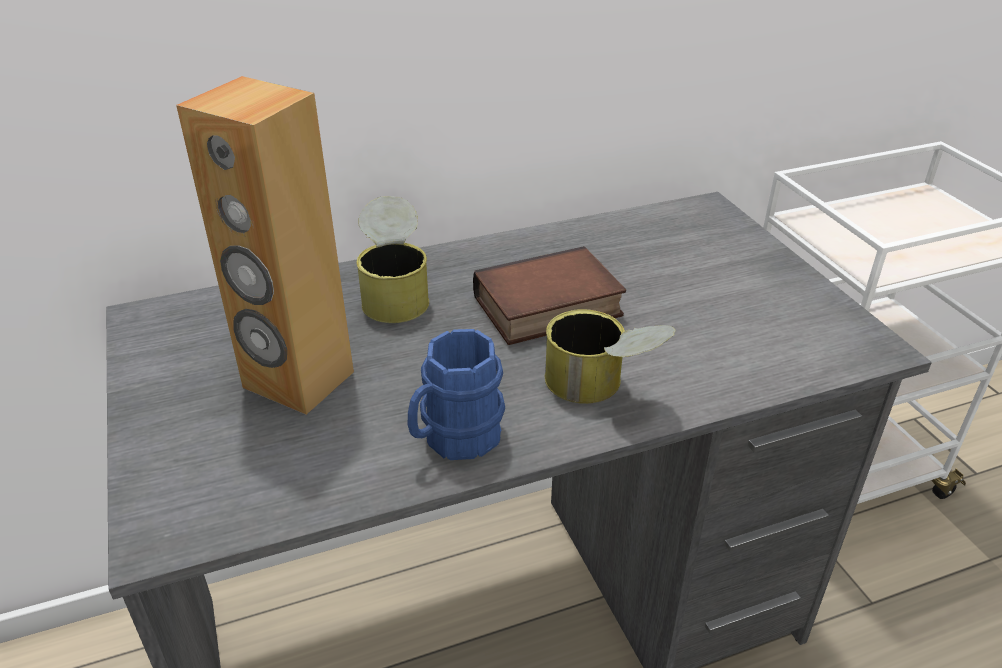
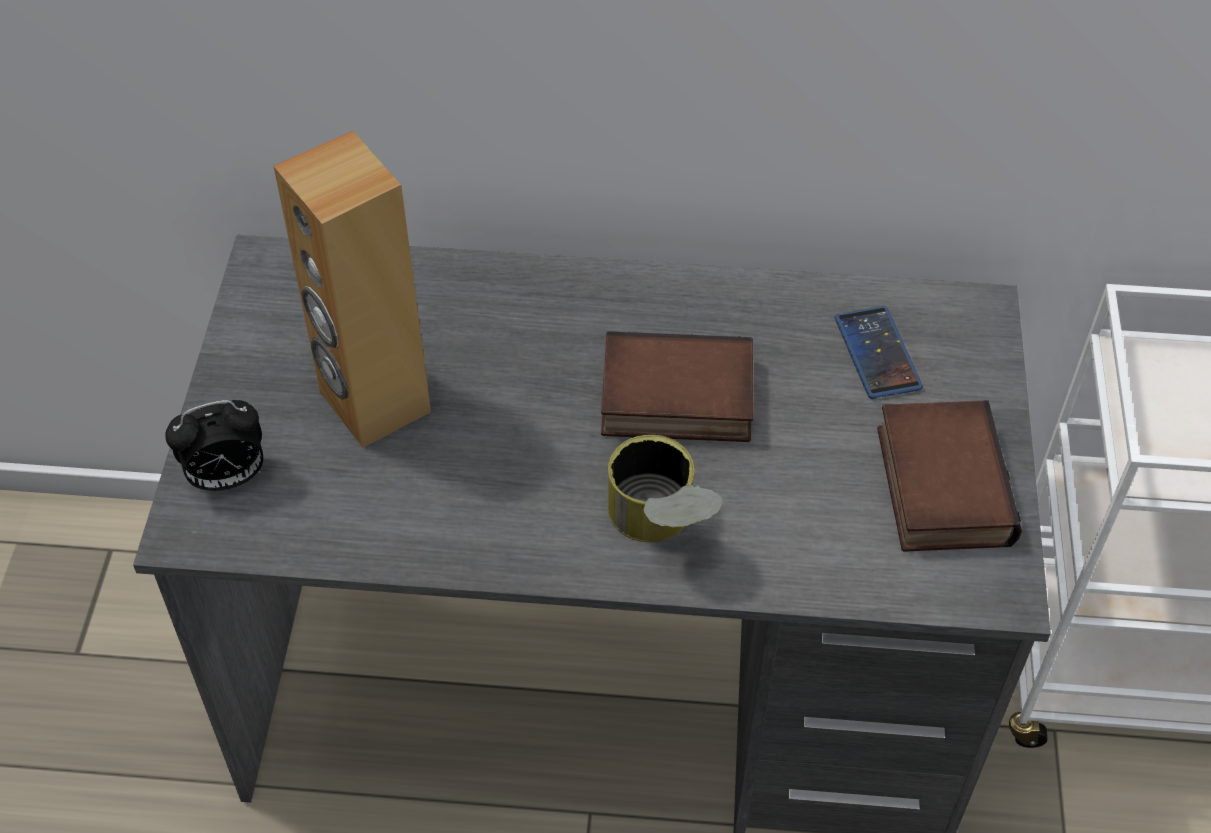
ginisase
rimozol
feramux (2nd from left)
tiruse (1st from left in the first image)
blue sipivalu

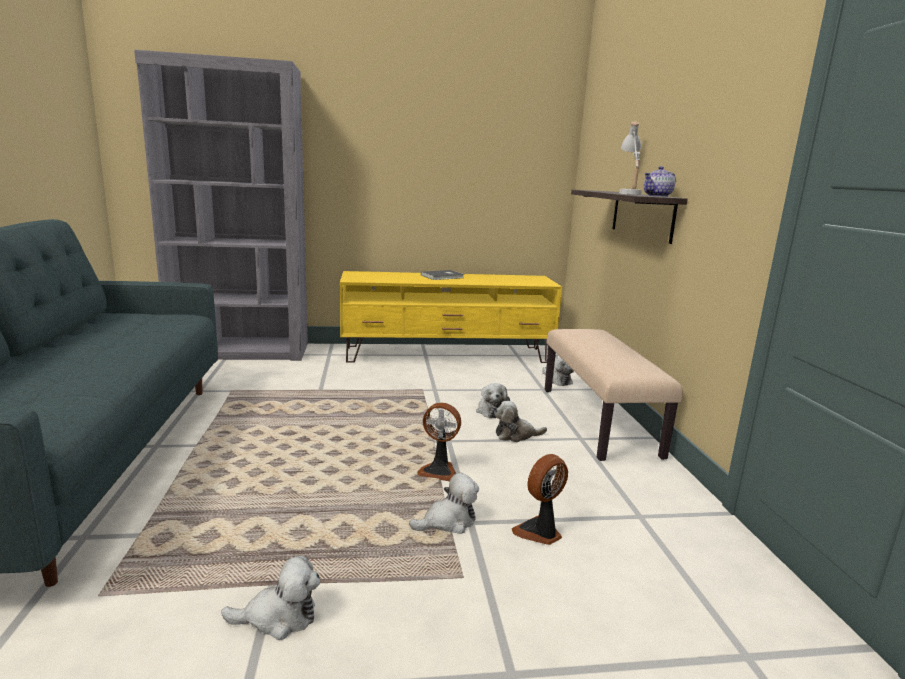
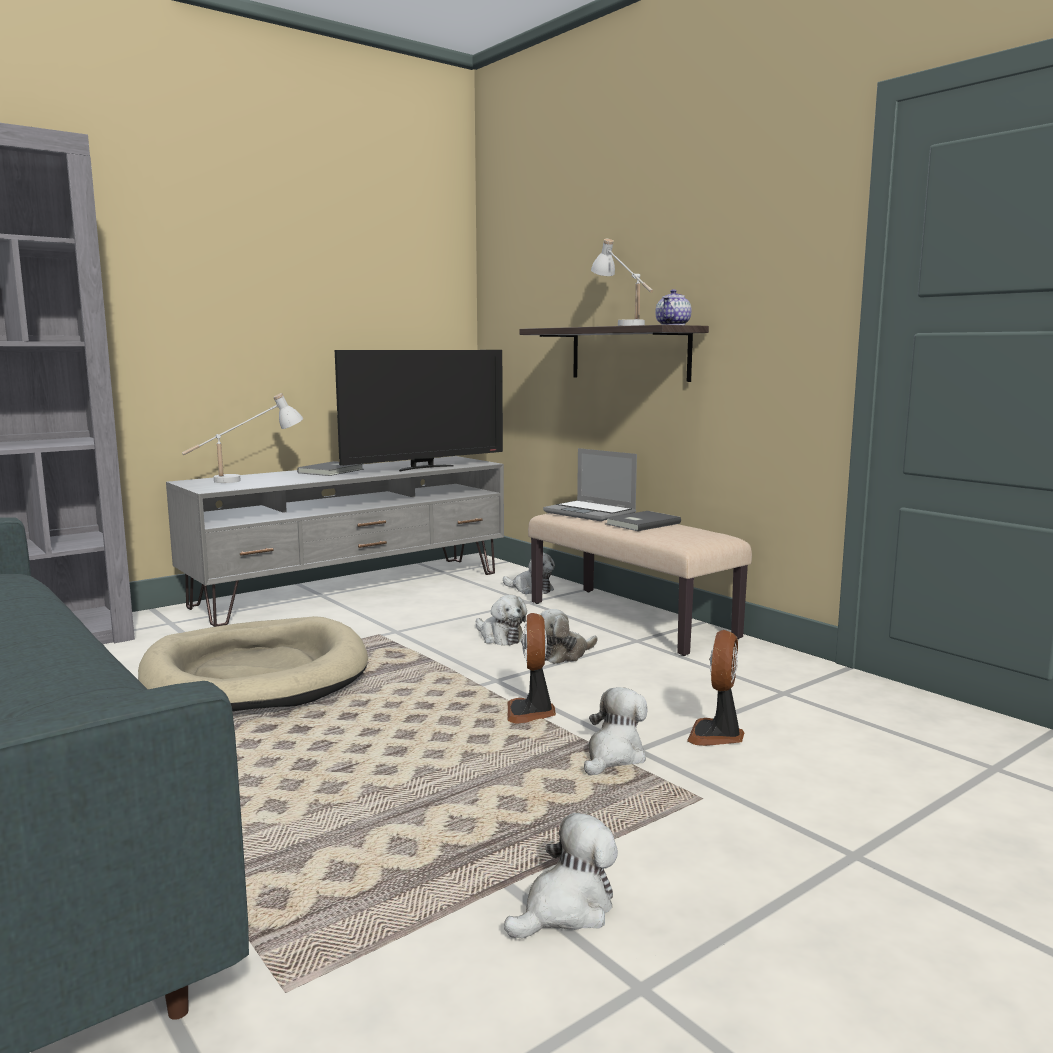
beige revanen
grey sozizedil
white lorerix (1st from left)
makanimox
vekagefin (1st from left)
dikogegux
grey feramux (2nd from left)

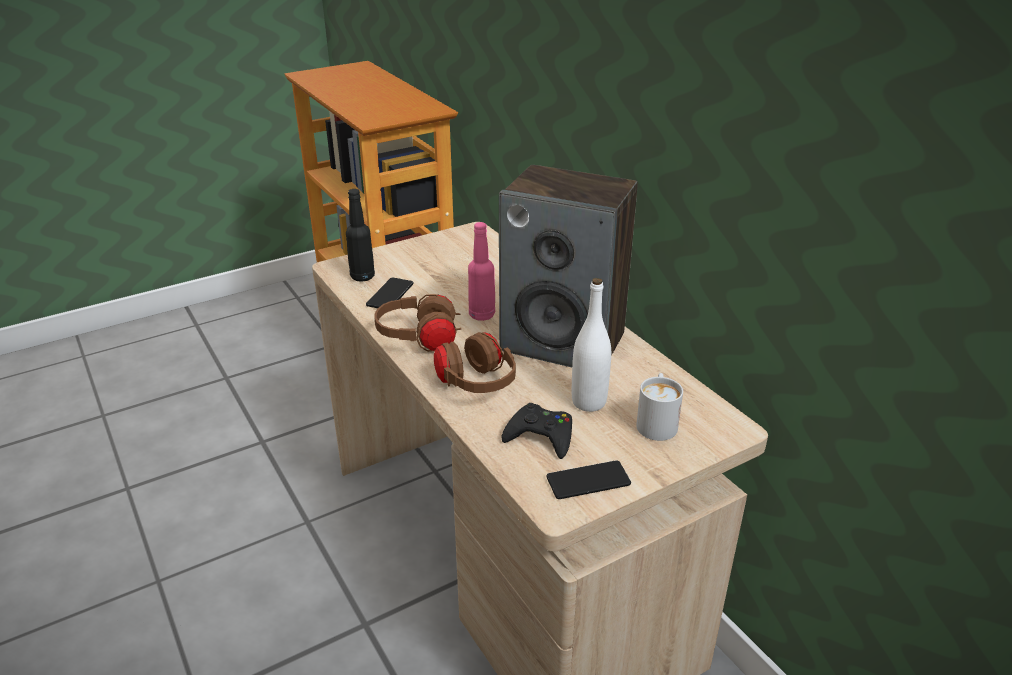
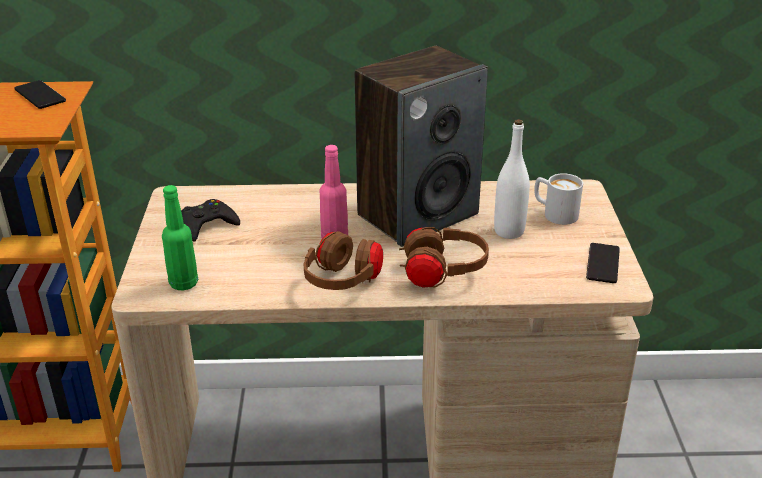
rimozol (1st from left)
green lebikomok
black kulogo

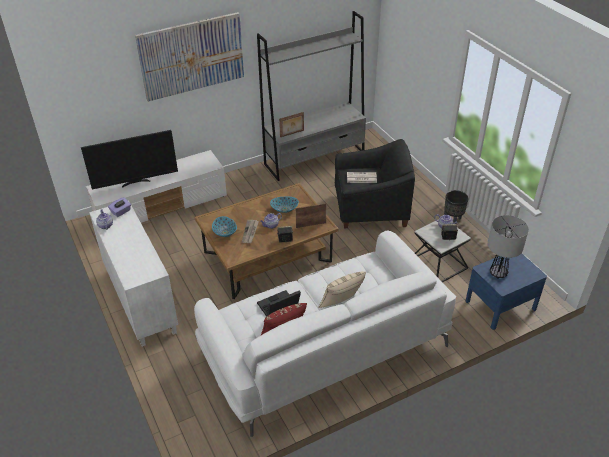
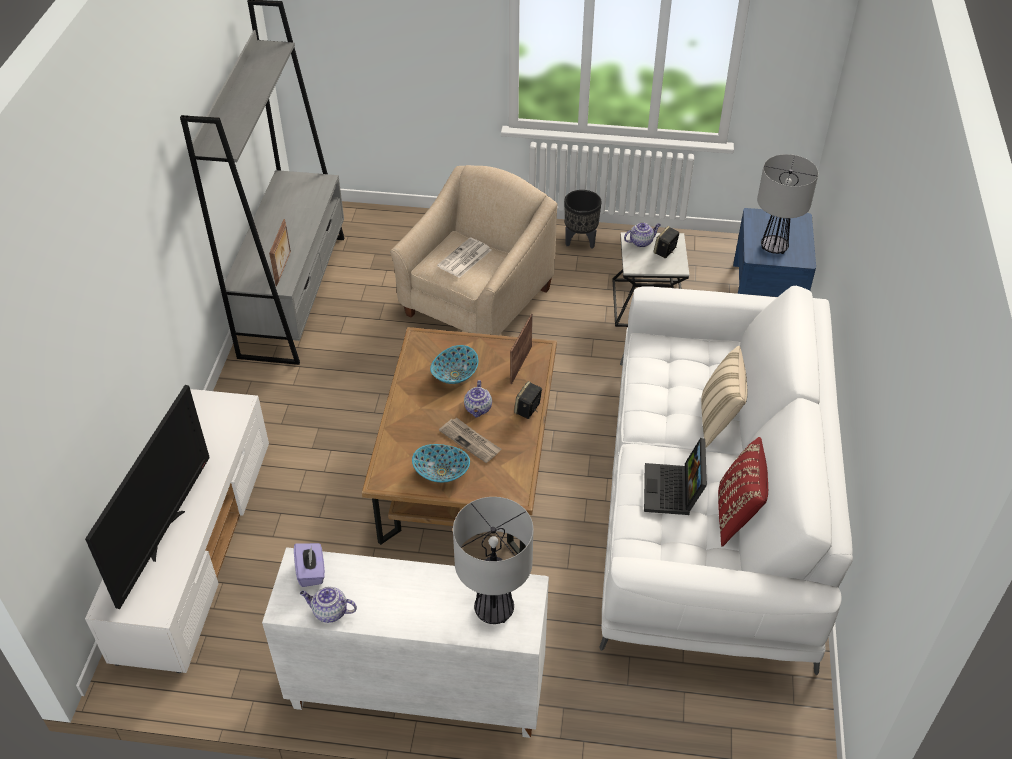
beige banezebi
lorerix (1st from left)
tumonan

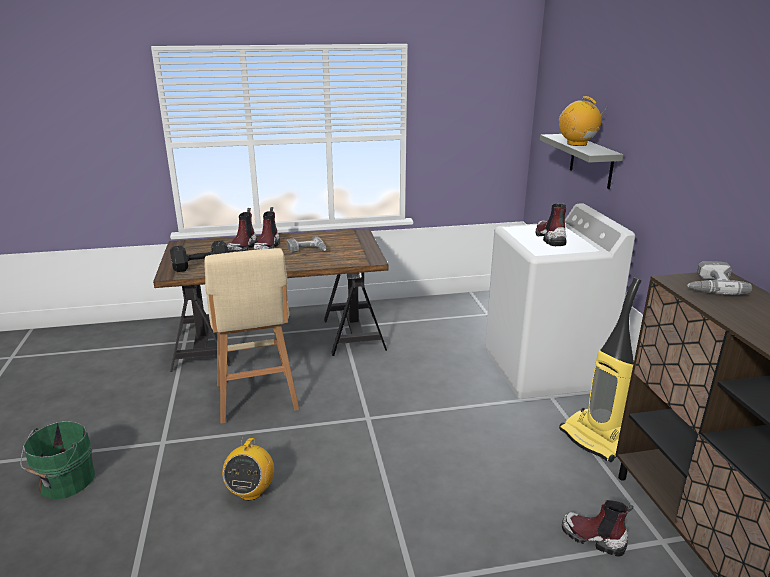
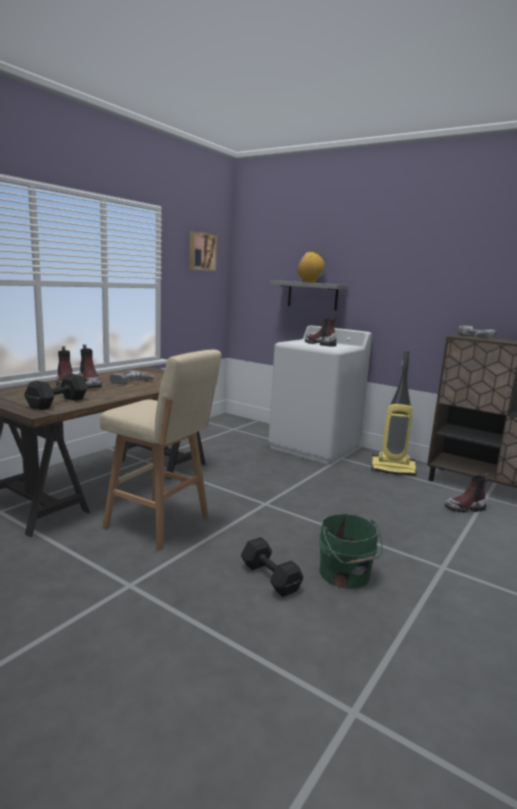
tumonan
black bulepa (2nd from left)
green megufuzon

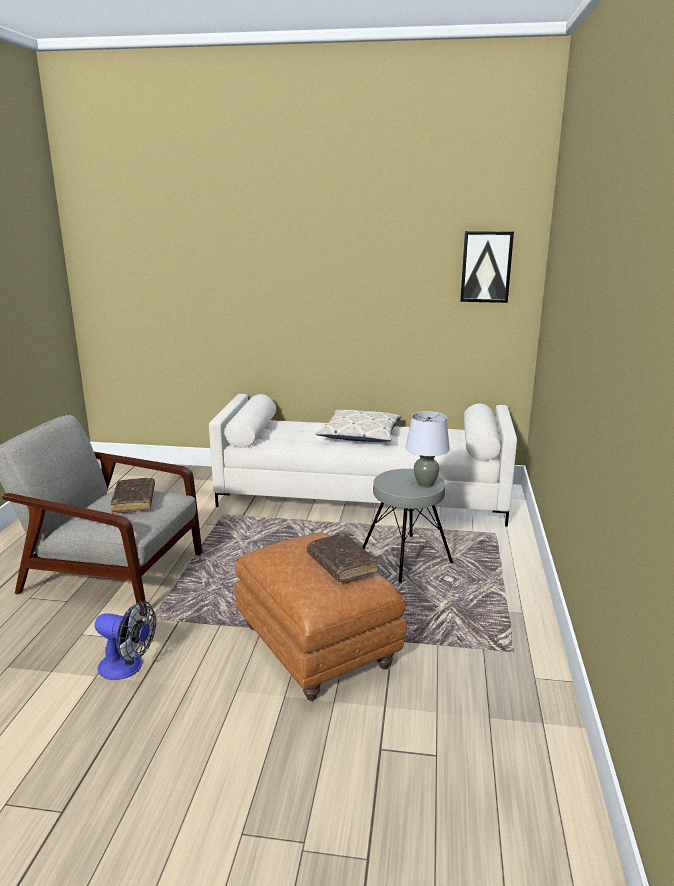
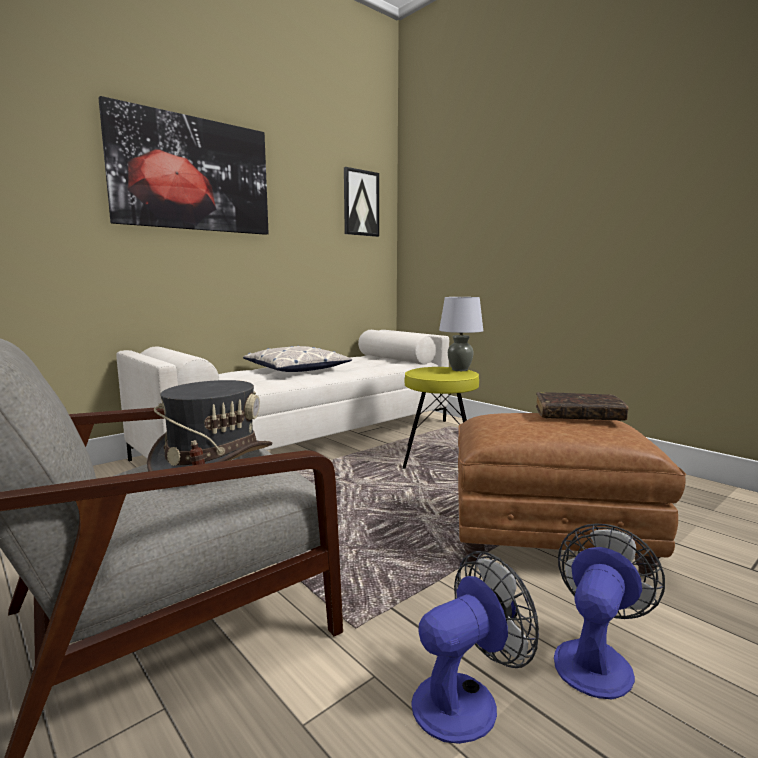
tumonan (1st from left)
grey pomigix
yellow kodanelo
vekagefin (2nd from left)

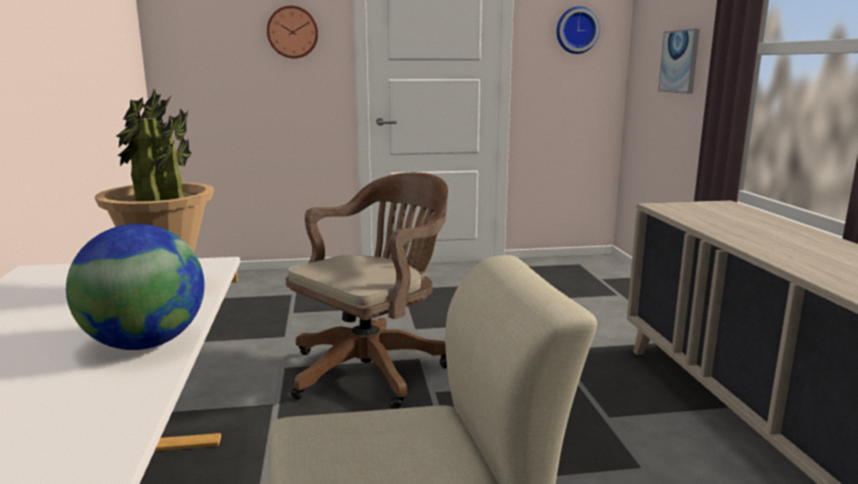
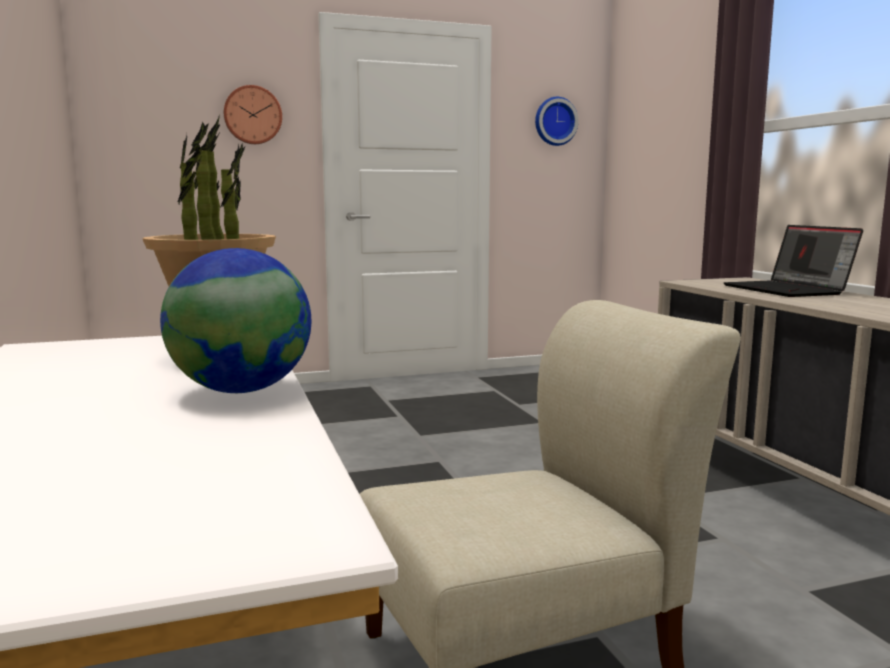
dikogegux
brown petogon
tumonan

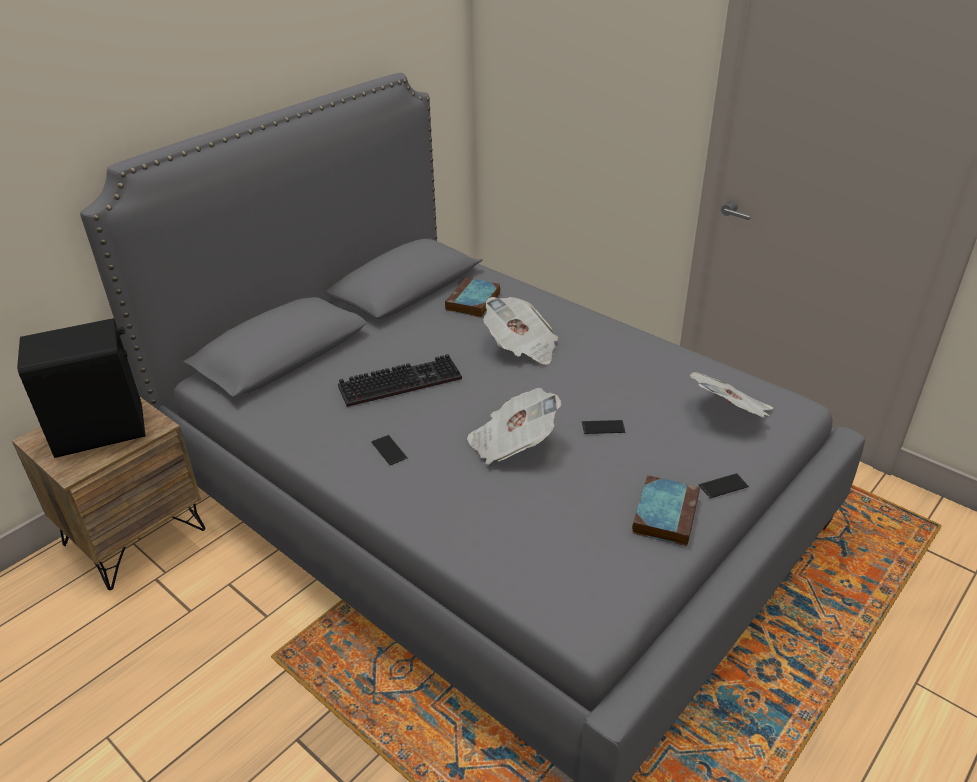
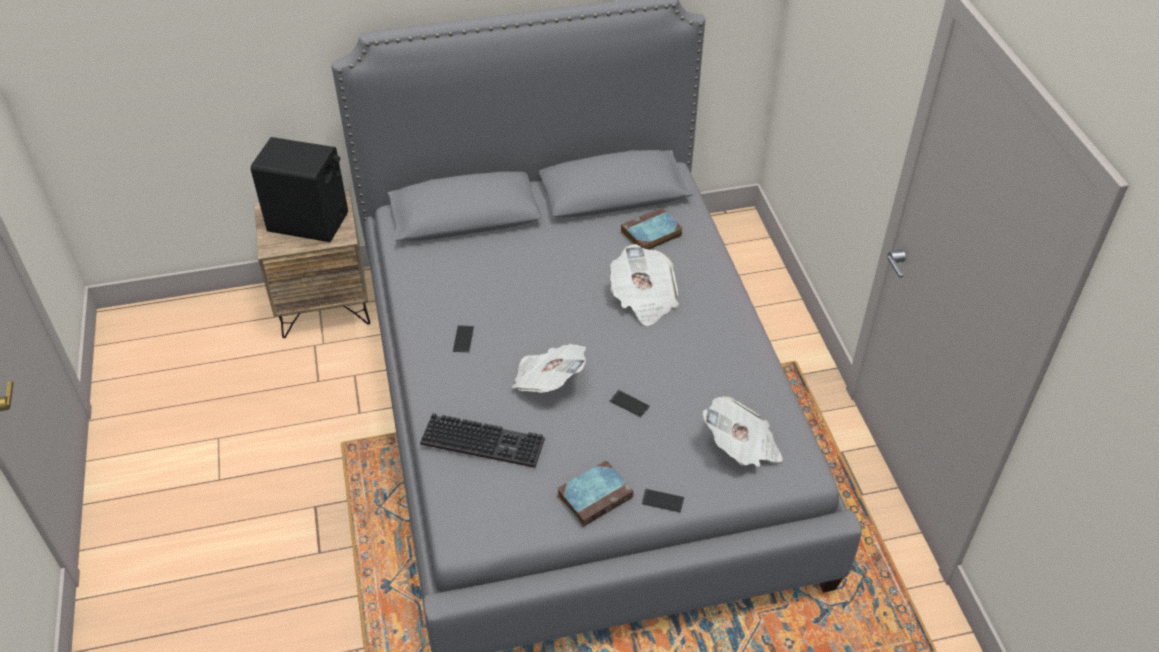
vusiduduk

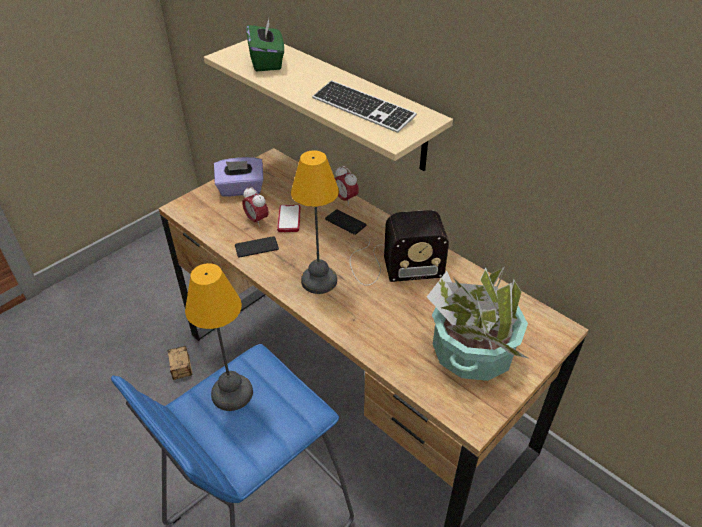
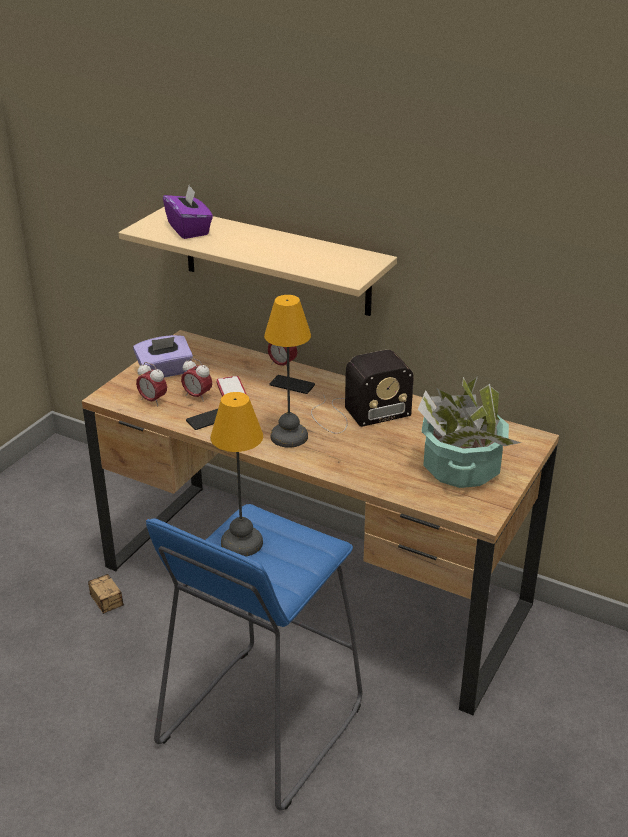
ginisase (1st from left)
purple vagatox (2nd from left)
vusiduduk

